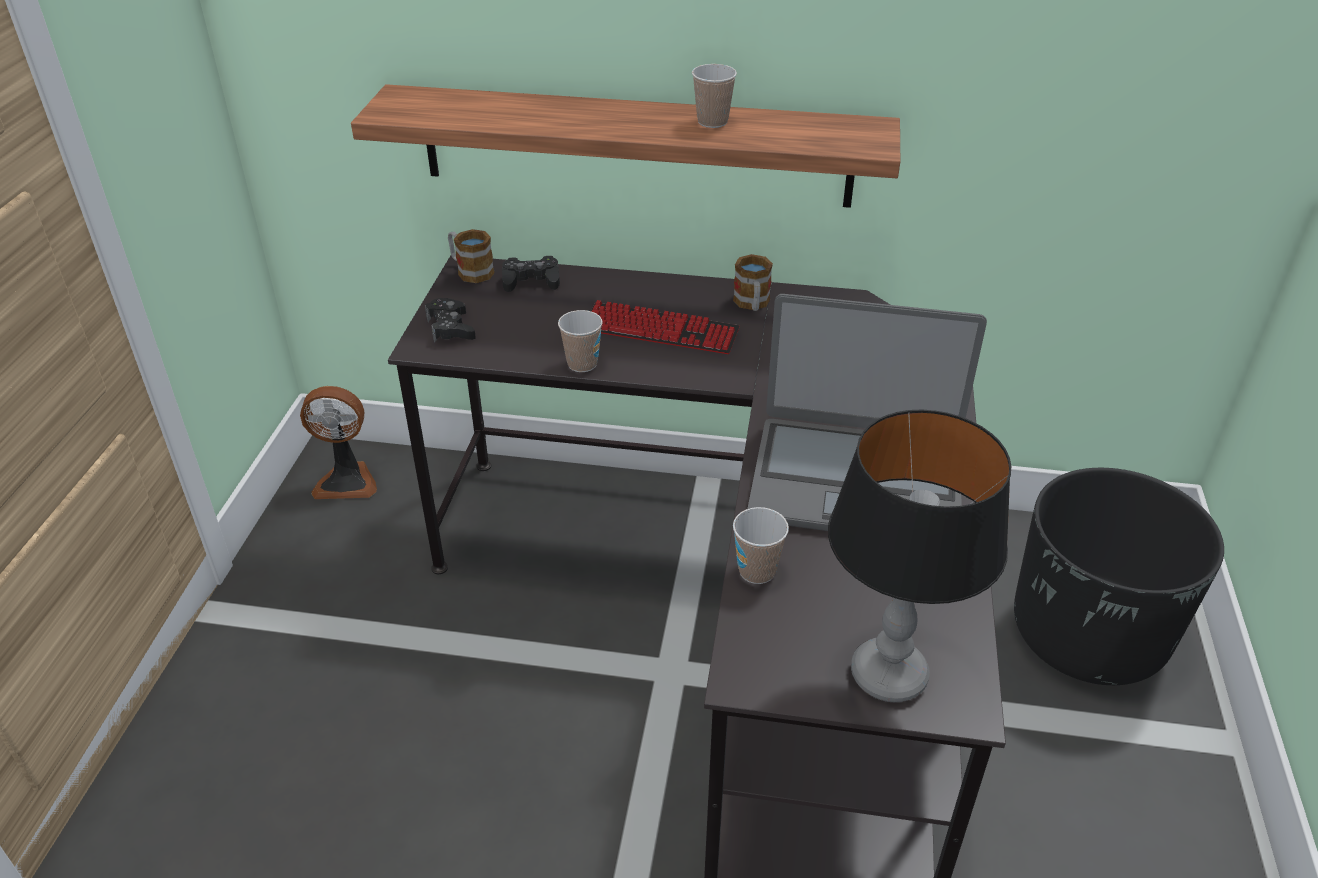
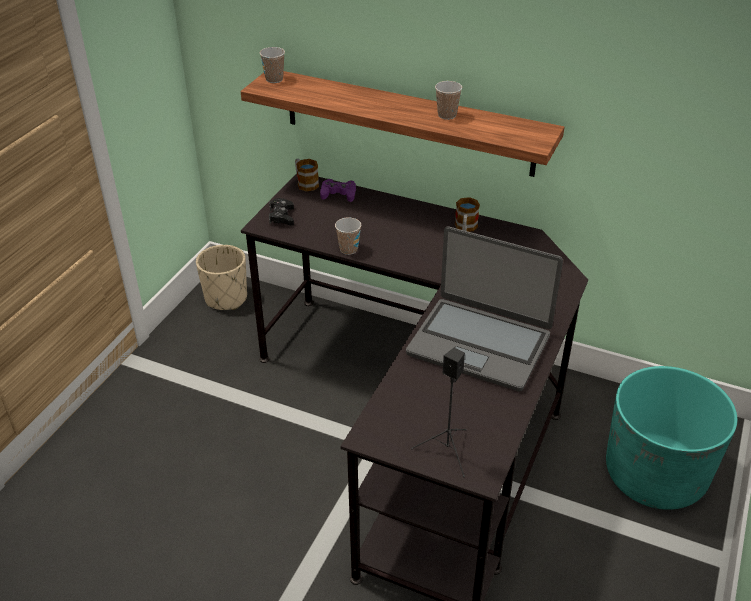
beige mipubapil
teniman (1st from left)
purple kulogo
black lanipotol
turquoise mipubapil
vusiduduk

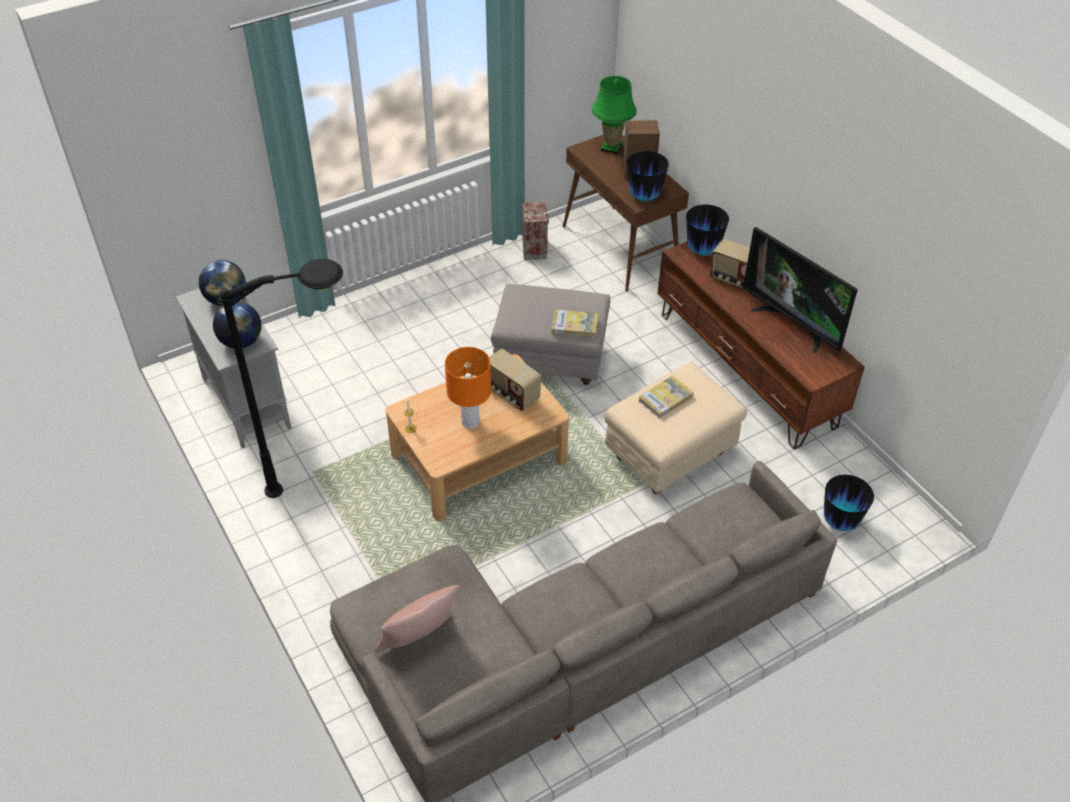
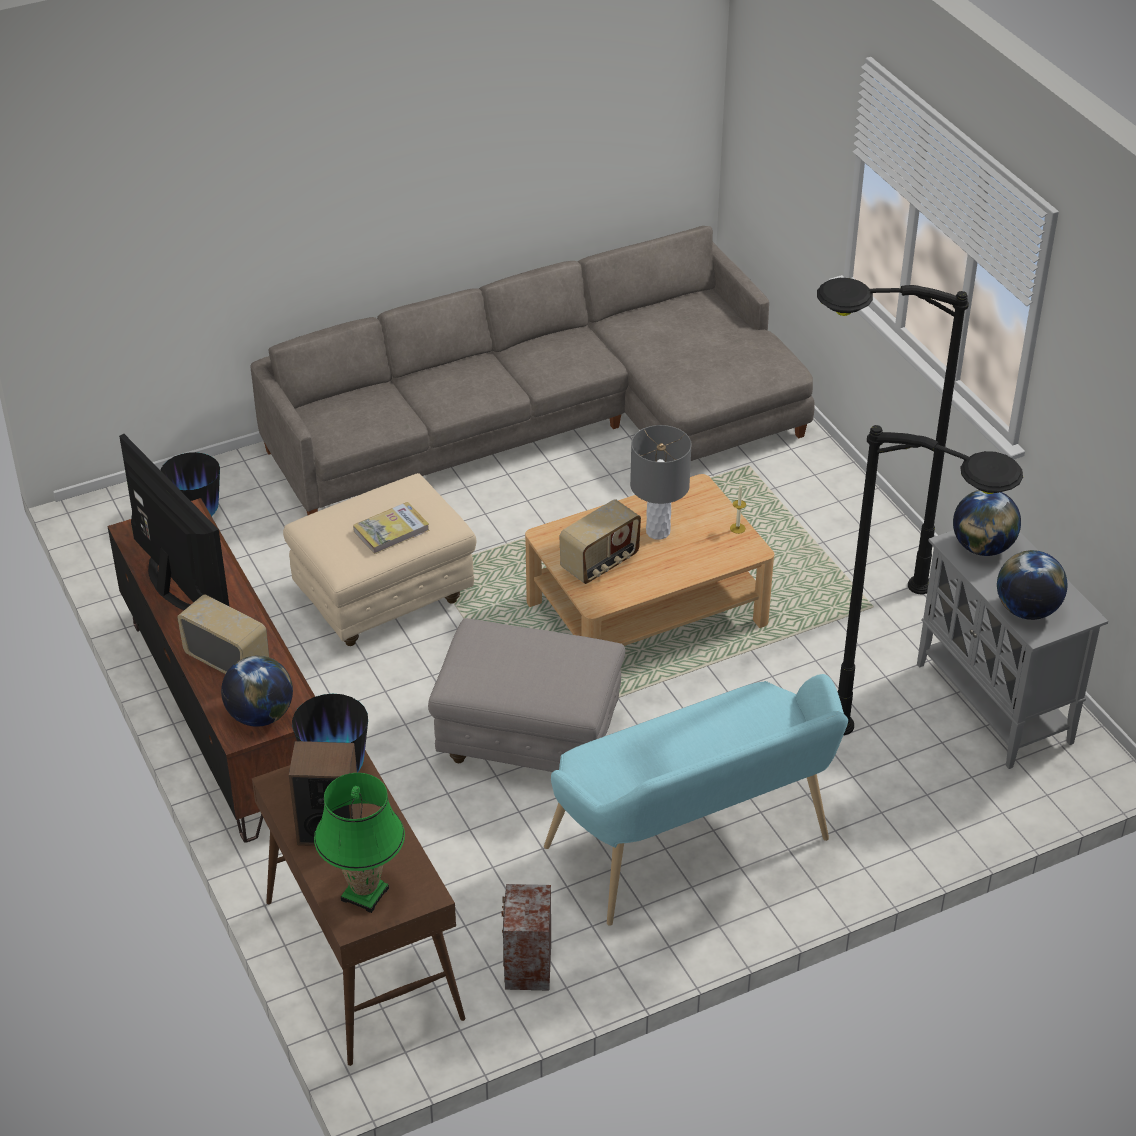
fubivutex (1st from left)
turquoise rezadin
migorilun (2nd from left)
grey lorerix
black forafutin (2nd from left)
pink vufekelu
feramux (1st from left in the first image)

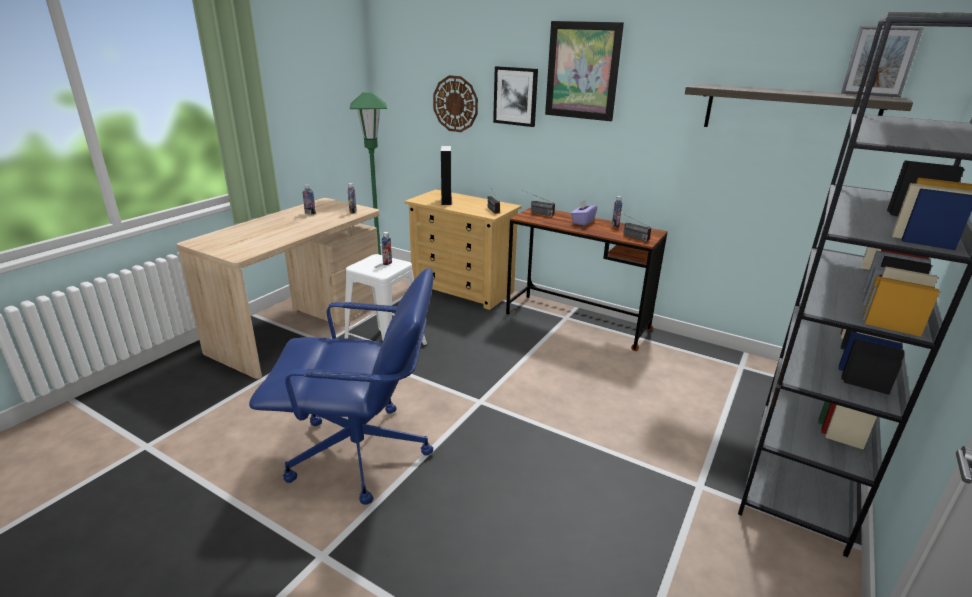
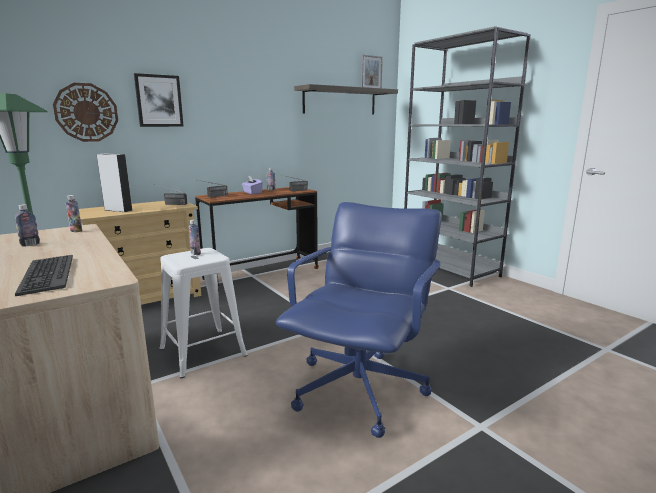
vusiduduk
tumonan (2nd from left in the first image)

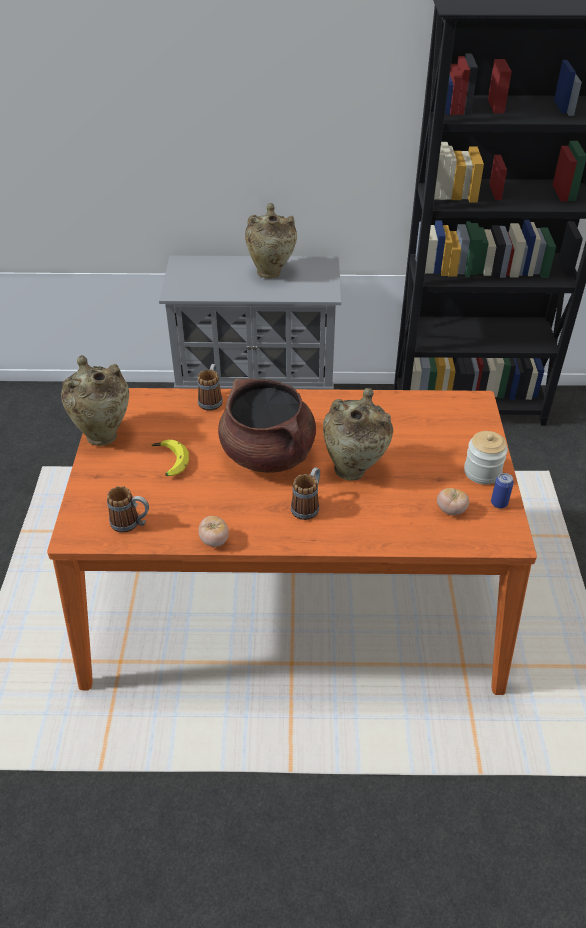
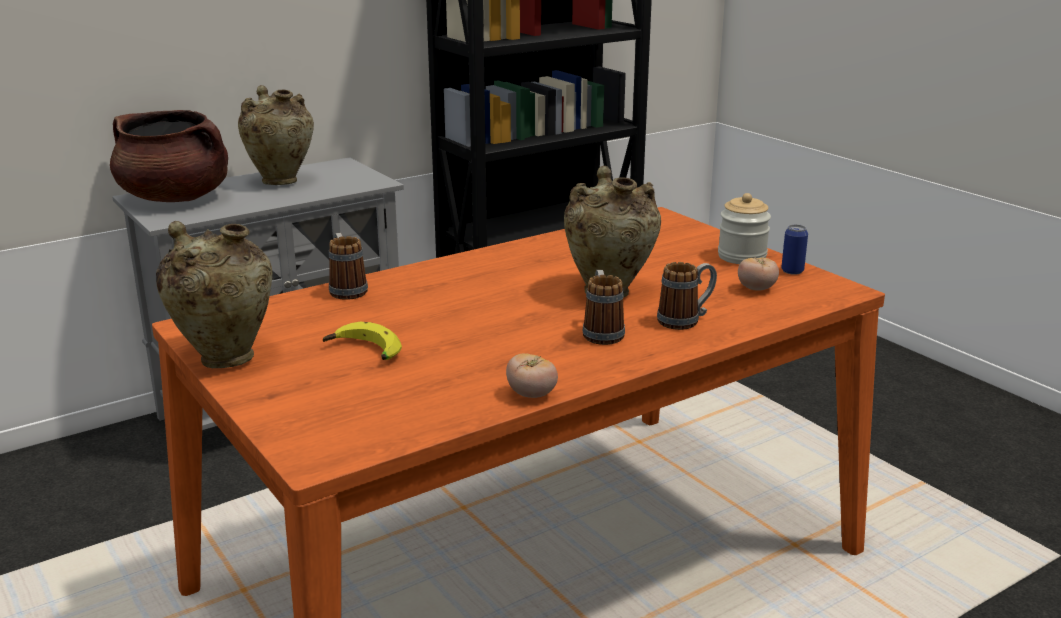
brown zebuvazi
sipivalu (3rd from left)

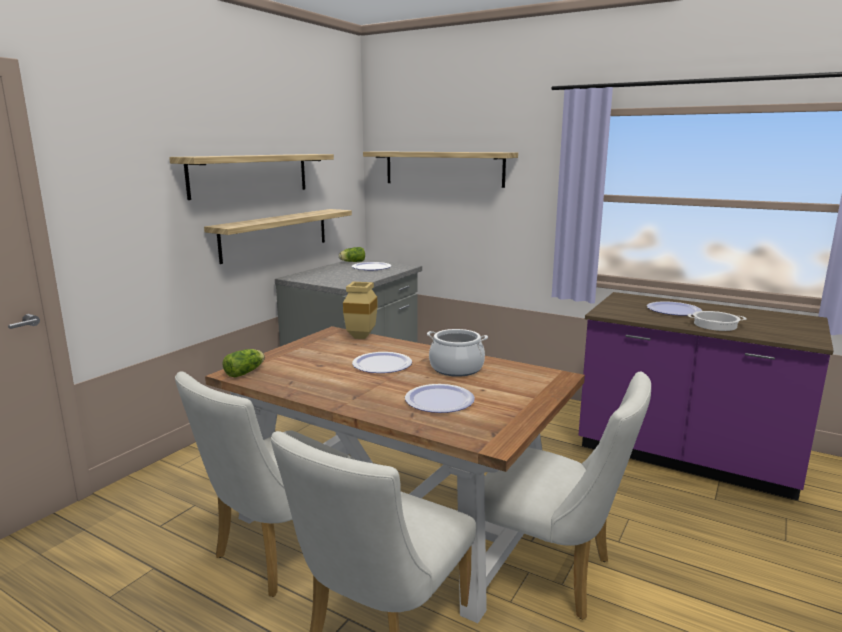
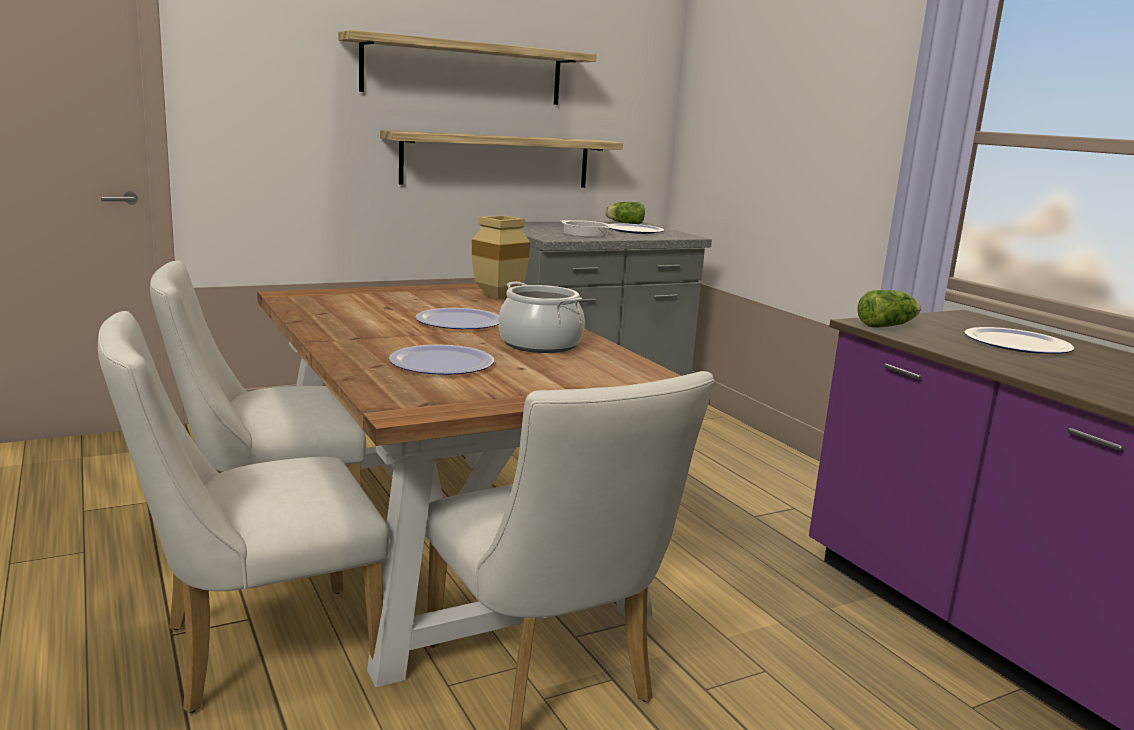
zebuvazi (2nd from left)
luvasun (2nd from left)
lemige (3rd from left in the first image)

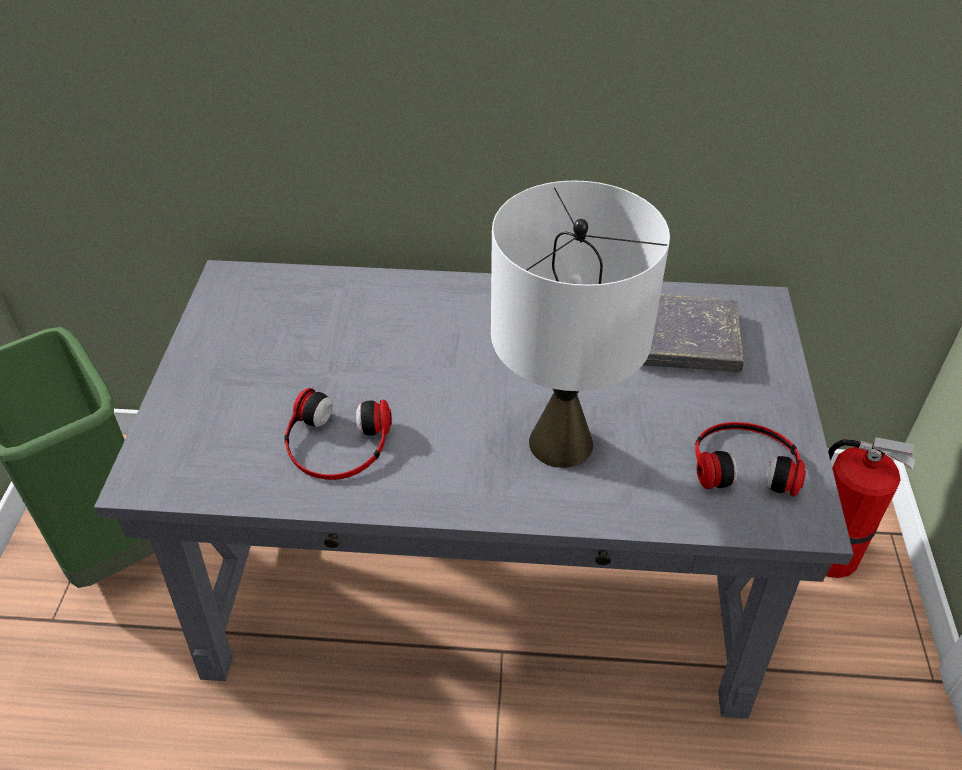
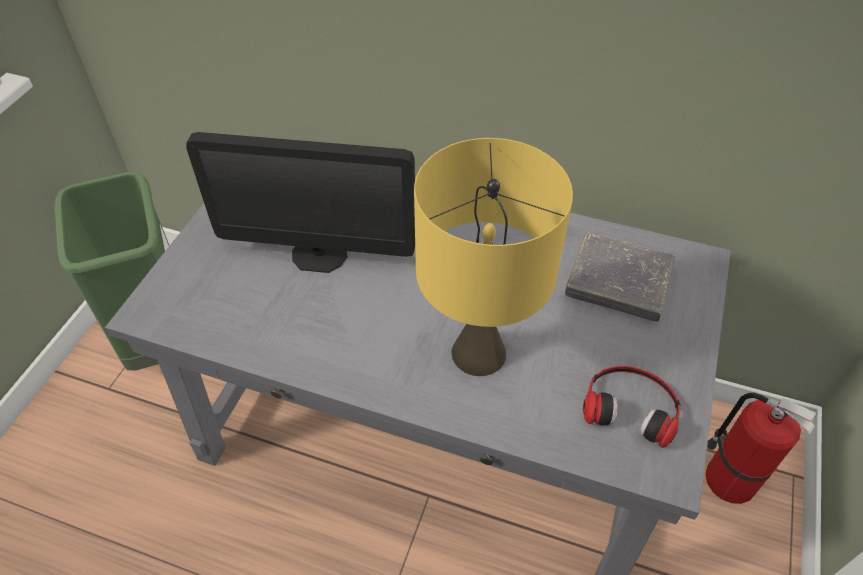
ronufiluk
yellow lorerix
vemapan (1st from left in the first image)

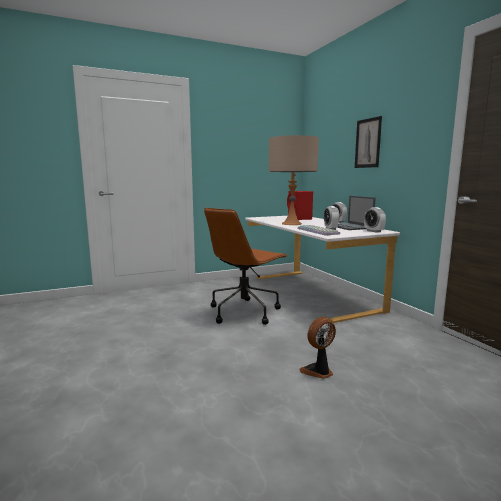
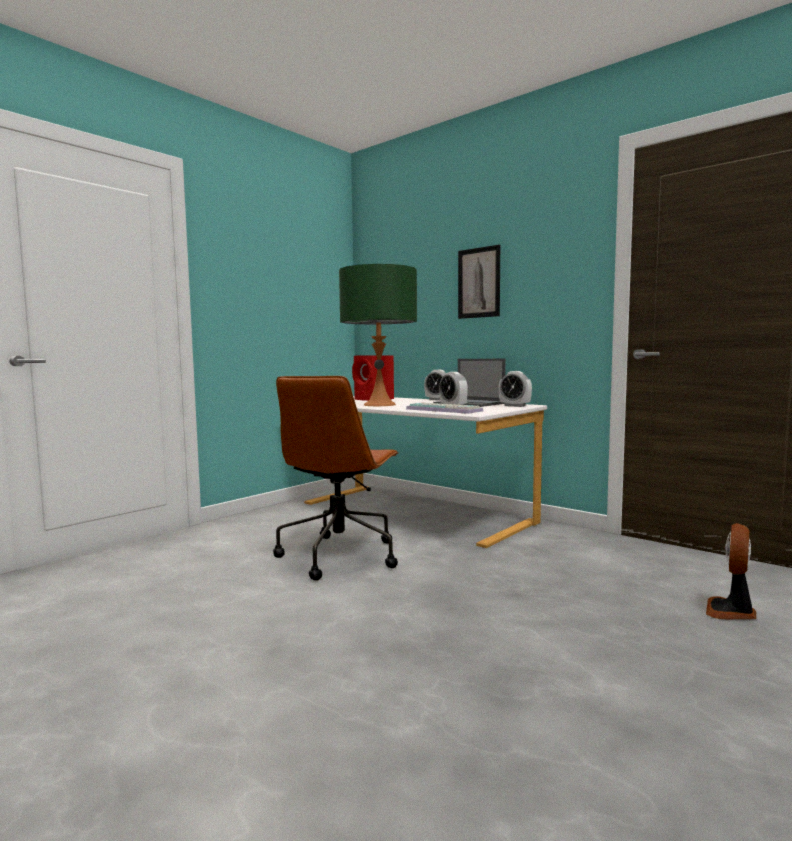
green lorerix
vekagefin

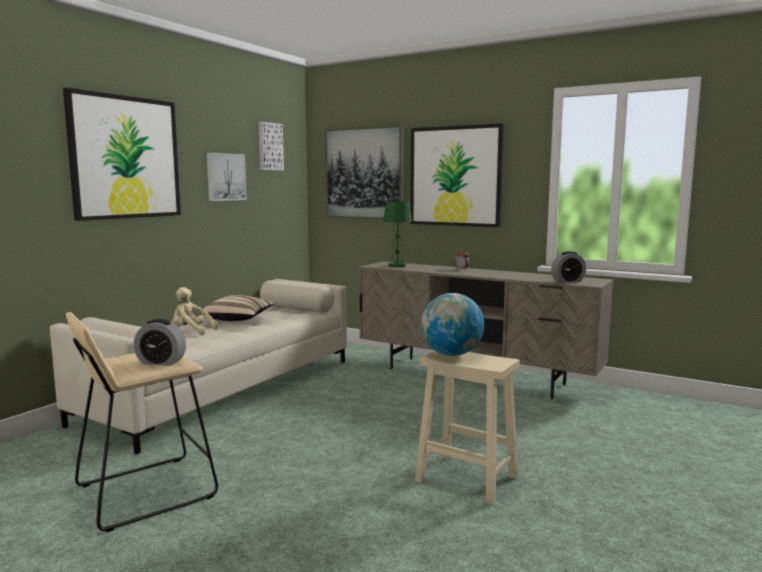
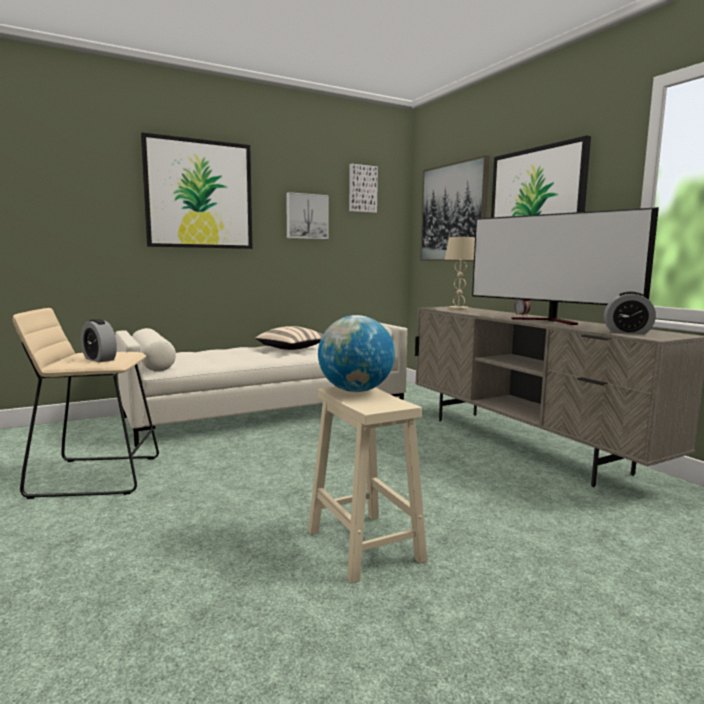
beige lorerix
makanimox
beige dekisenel

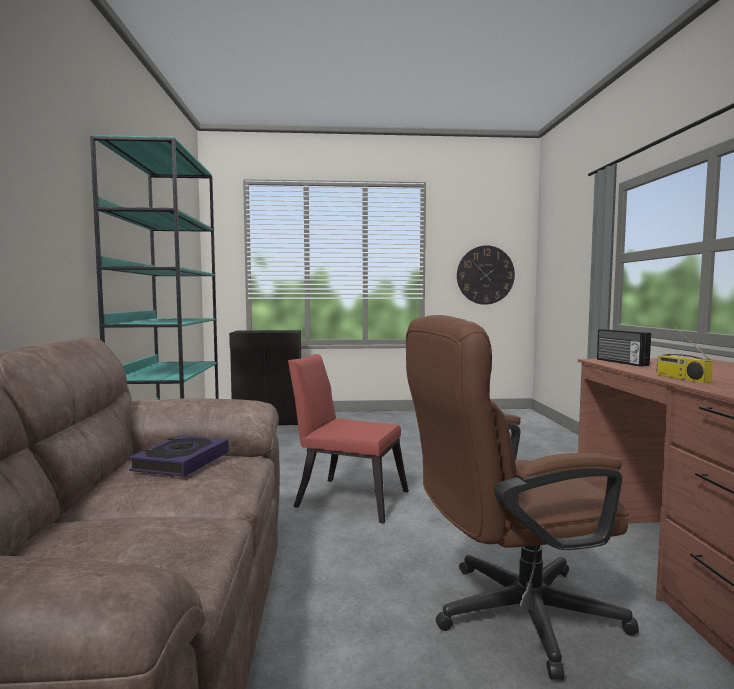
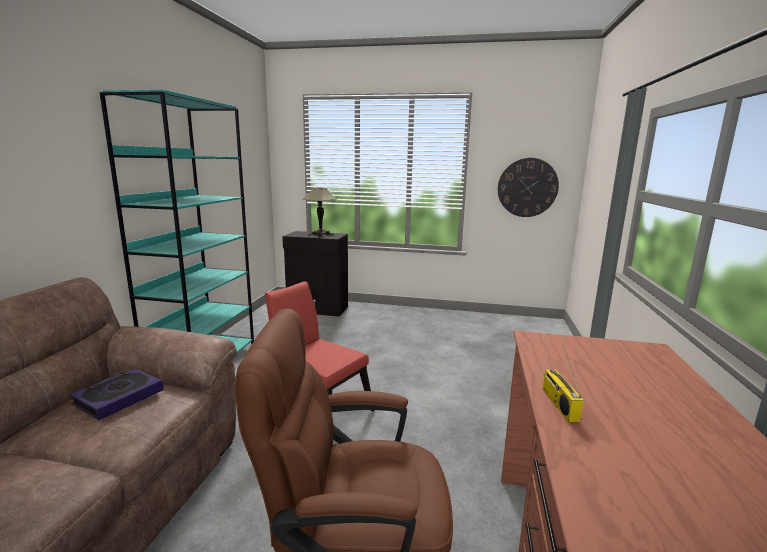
lorerix
migorilun (1st from left in the first image)

